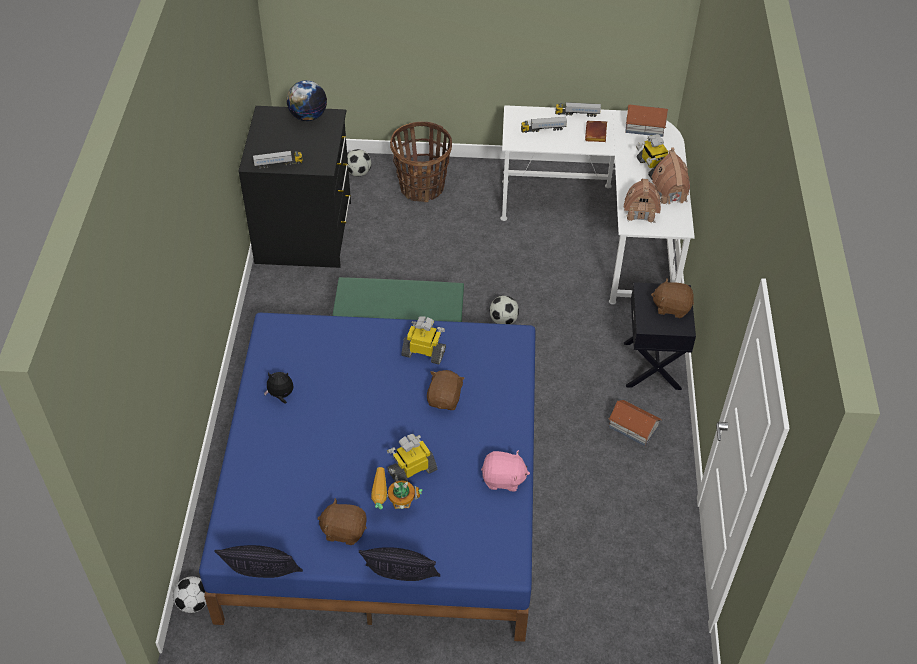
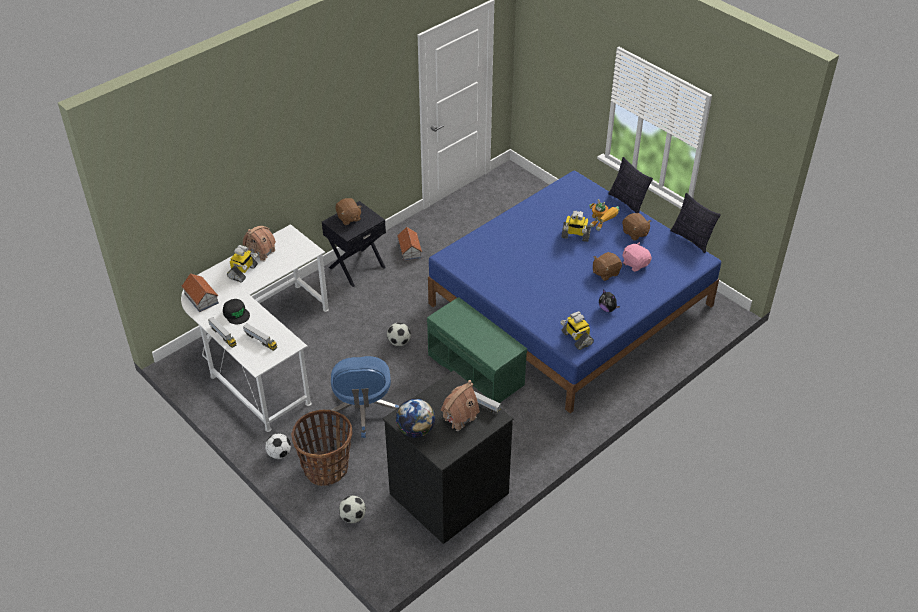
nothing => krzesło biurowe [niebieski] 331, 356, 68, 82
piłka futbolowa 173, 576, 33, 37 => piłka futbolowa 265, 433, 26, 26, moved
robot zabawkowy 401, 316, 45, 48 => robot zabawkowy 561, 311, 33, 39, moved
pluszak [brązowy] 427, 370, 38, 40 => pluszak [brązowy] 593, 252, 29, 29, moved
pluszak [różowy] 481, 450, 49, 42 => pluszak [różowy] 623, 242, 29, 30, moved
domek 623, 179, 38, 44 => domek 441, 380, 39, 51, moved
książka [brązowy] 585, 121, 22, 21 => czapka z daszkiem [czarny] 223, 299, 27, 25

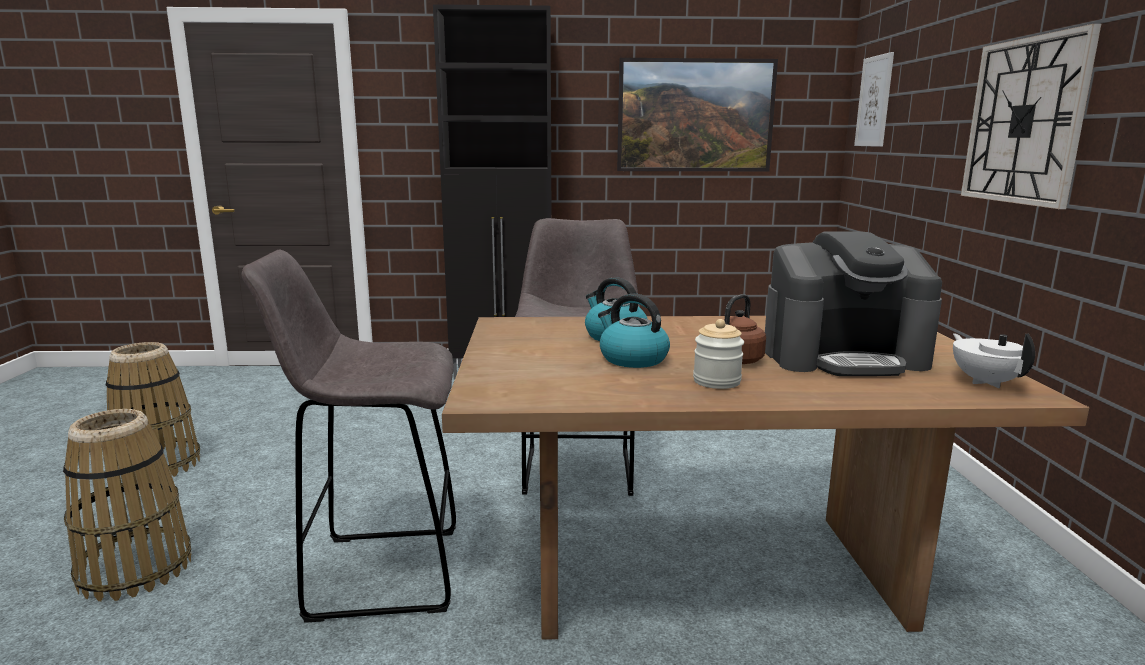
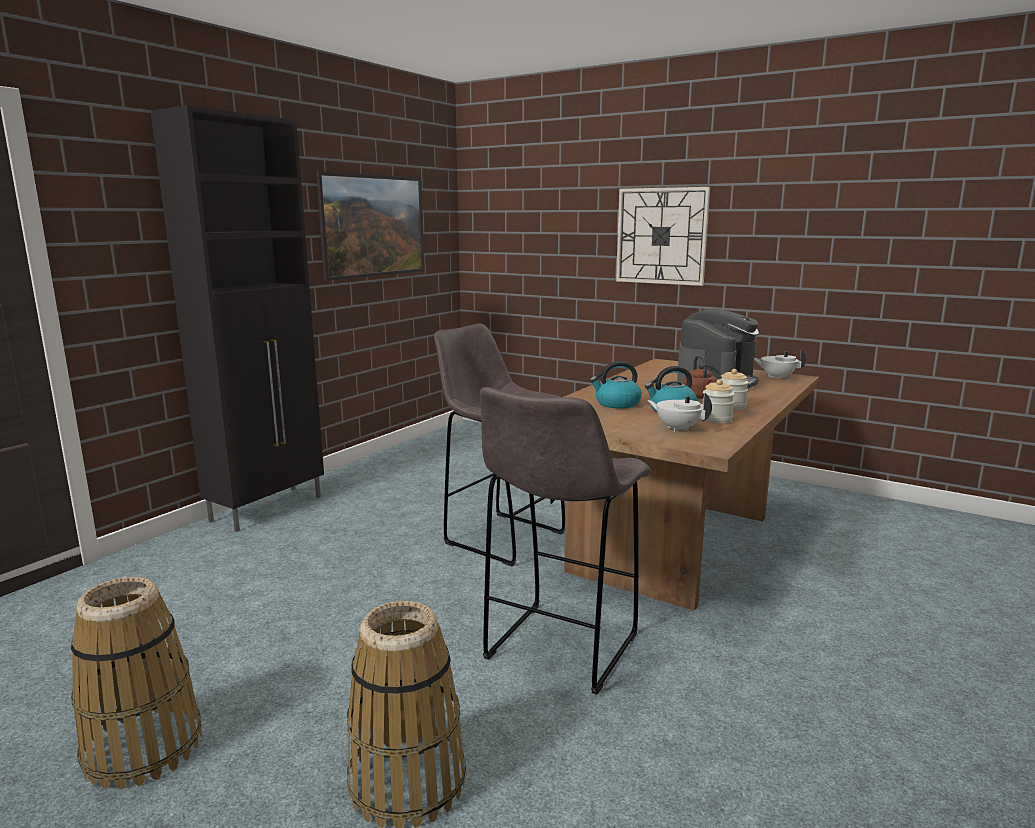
obraz 854, 52, 40, 95 => nothing
nothing => imbryk [biały] 647, 393, 65, 39
nothing => słoik 702, 379, 33, 44

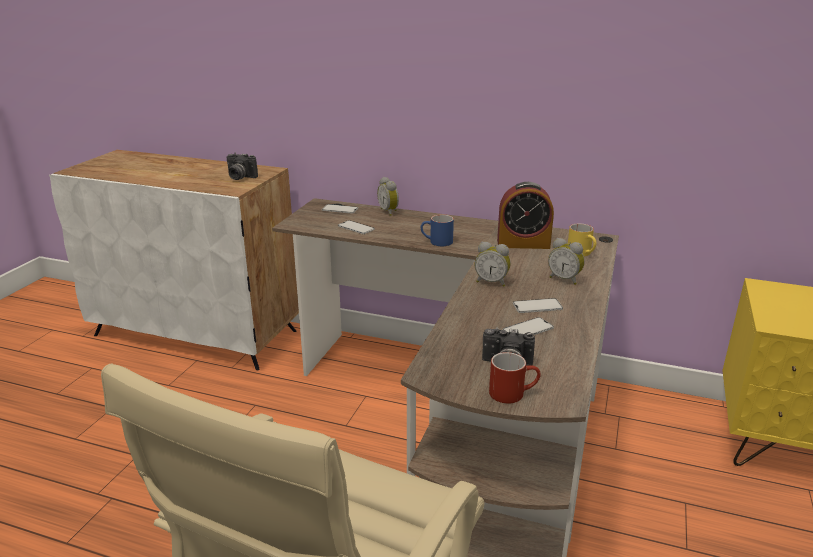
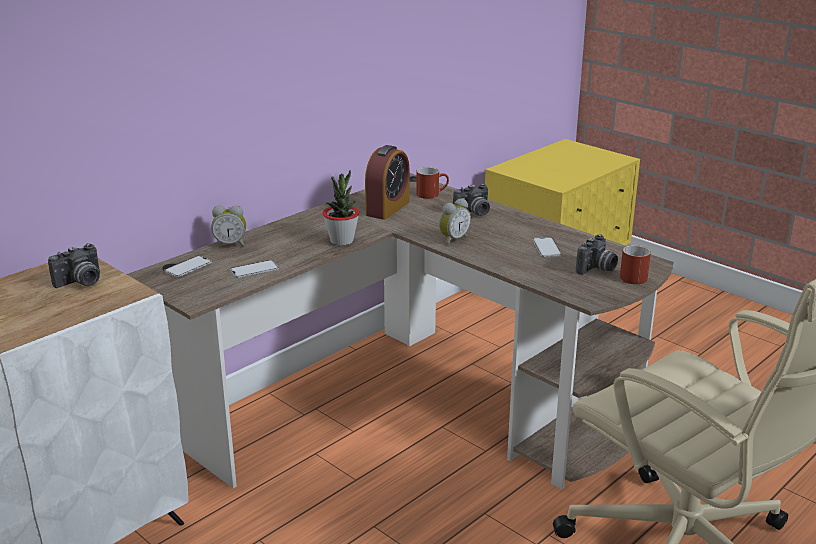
telefon 513, 298, 50, 15 => nothing
kubek [niebieski] 421, 214, 33, 32 => roślina doniczkowa 323, 170, 36, 76
budzik 548, 238, 37, 47 => aparat fotograficzny 453, 184, 37, 32
kubek [żółty] 568, 223, 29, 33 => kubek [czerwony] 416, 167, 33, 32

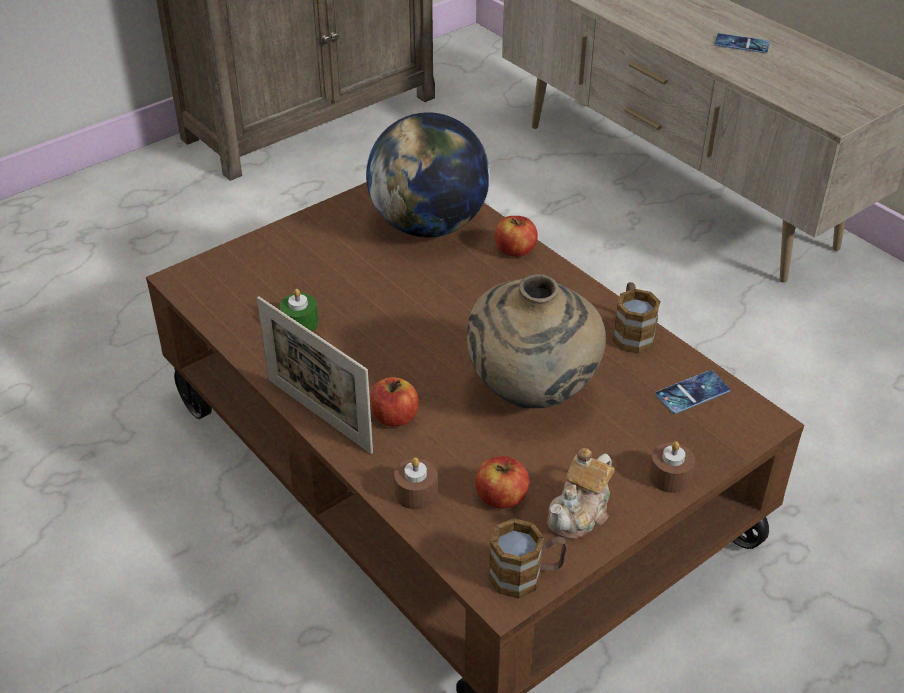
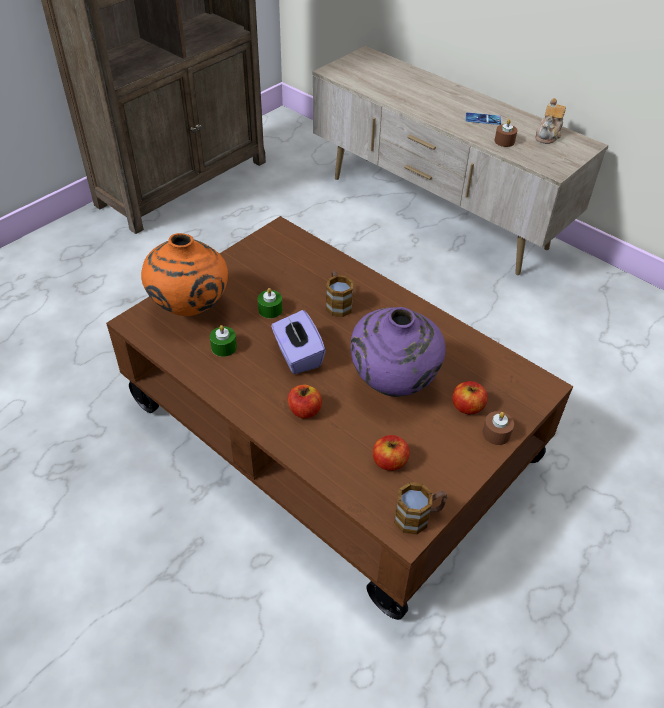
ramka na zdjęcie 257, 296, 116, 158 => nothing
globus 366, 112, 124, 126 => nothing
telefon 655, 370, 76, 44 => nothing
nothing => wazon [pomarańczowy] 141, 233, 87, 83
nothing => świeca [zielony] 257, 288, 25, 30
nothing => pudełko chusteczek [fioletowy] 271, 310, 55, 64
świeca [brązowy] 394, 457, 44, 53 => świeca [brązowy] 494, 119, 23, 28, moved
jabłko 495, 216, 43, 41 => jabłko 452, 381, 35, 33, moved
imbryk 547, 448, 67, 91 => imbryk 535, 98, 31, 46, moved
kubek 613, 282, 48, 72 => kubek 326, 271, 28, 46, moved
wazon [beżowy] 467, 274, 139, 135 => wazon [fioletowy] 351, 307, 95, 90

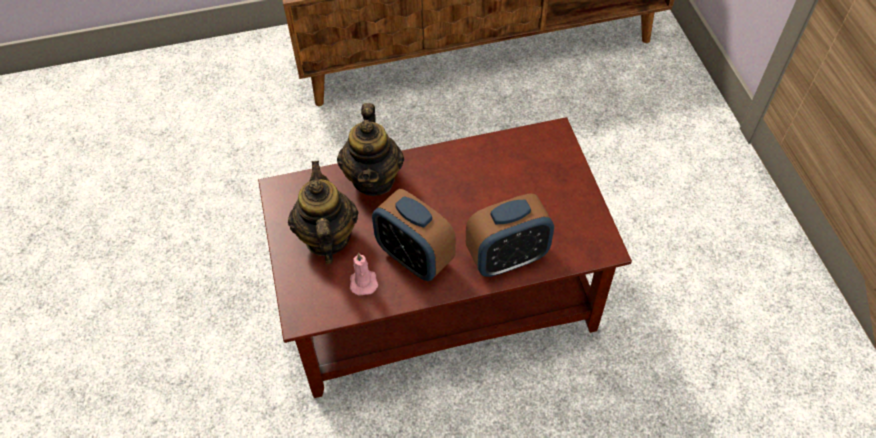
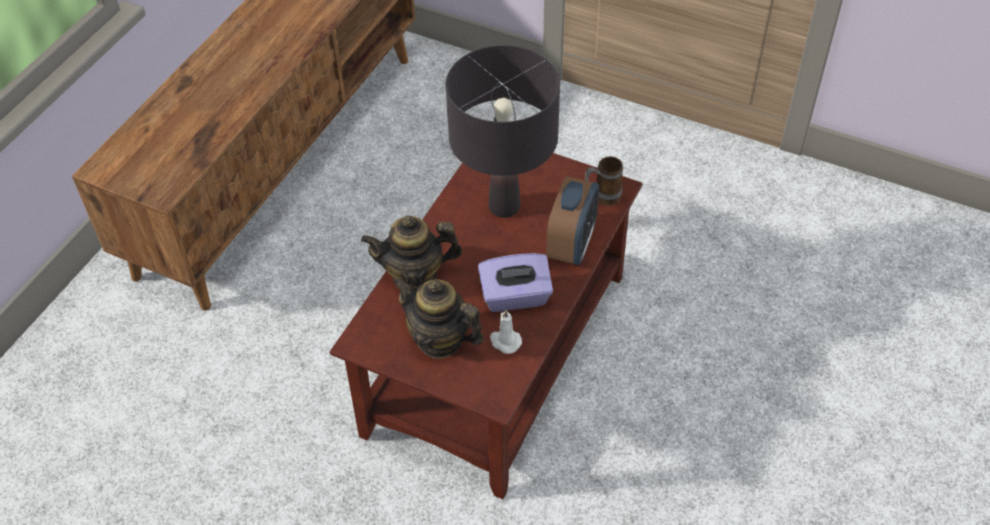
nothing => lampa stołowa [czarny] 446, 45, 114, 173
nothing => kubek 585, 156, 38, 50
budzik 372, 189, 84, 92 => pudełko chusteczek [fioletowy] 478, 253, 75, 59
świeca [różowy] 350, 253, 28, 43 => świeca [biały] 490, 309, 32, 45
imbryk 337, 103, 67, 93 => imbryk 361, 216, 102, 76, 135 degrees clockwise

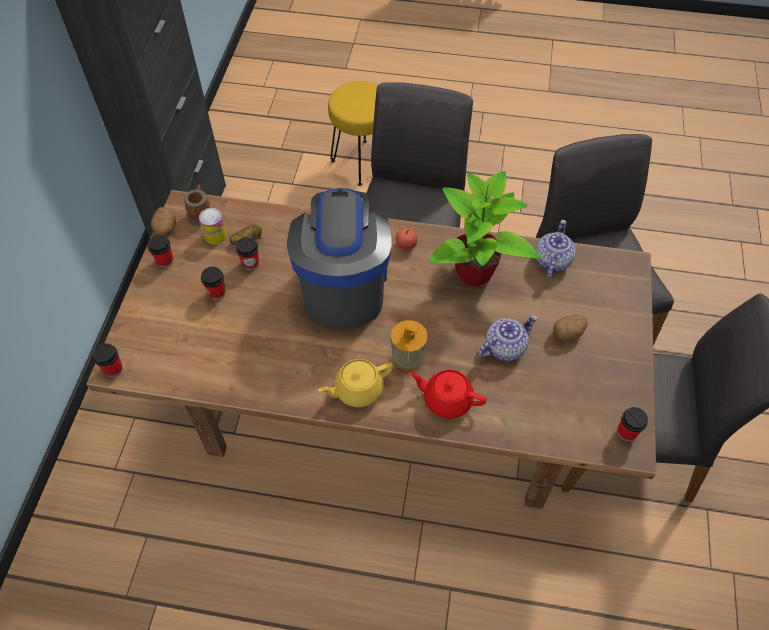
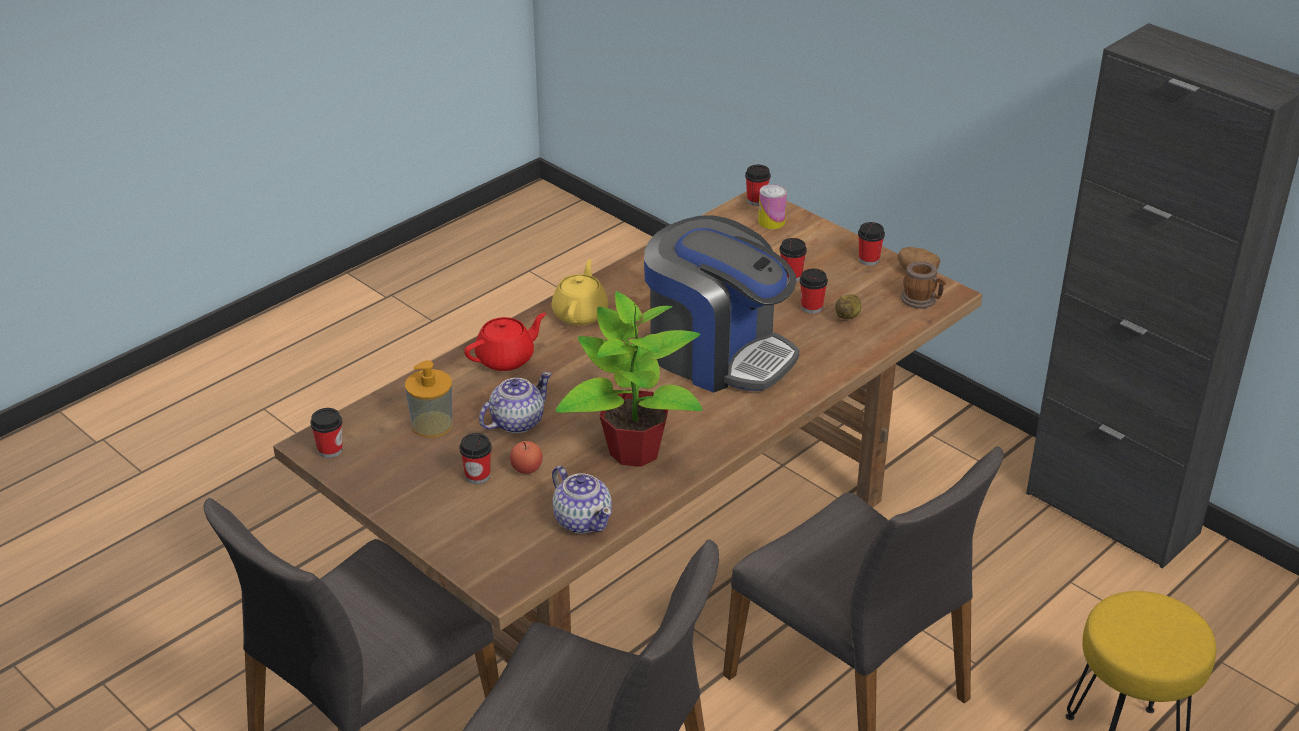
puszka 199, 208, 28, 37 => puszka 758, 184, 29, 45, moved
dozownik mydła 391, 320, 37, 51 => dozownik mydła 405, 361, 48, 77, moved
jabłko 396, 228, 21, 22 => jabłko 510, 441, 33, 33, moved
ziemniak 553, 314, 35, 27 => filiżanka 460, 433, 32, 51
imbryk 478, 315, 60, 46 => imbryk 479, 372, 73, 61, 135 degrees counterclockwise

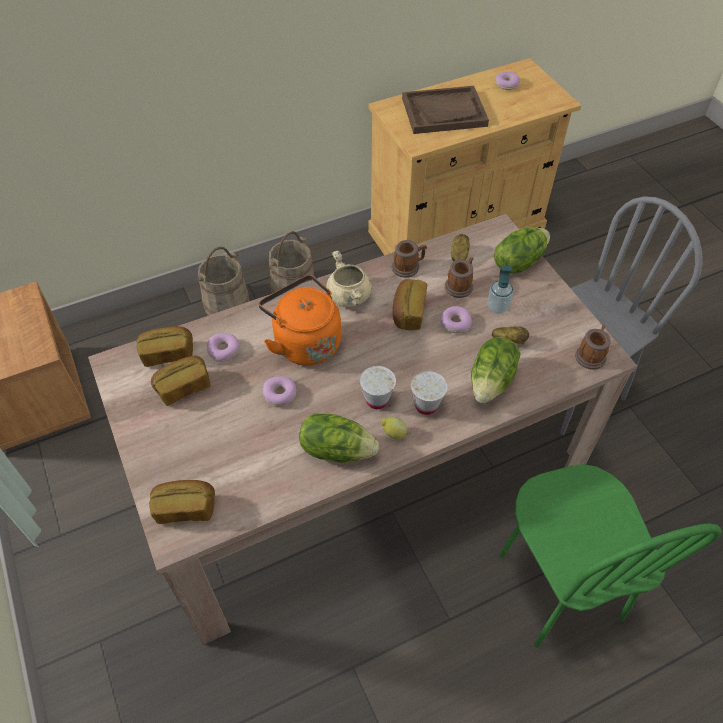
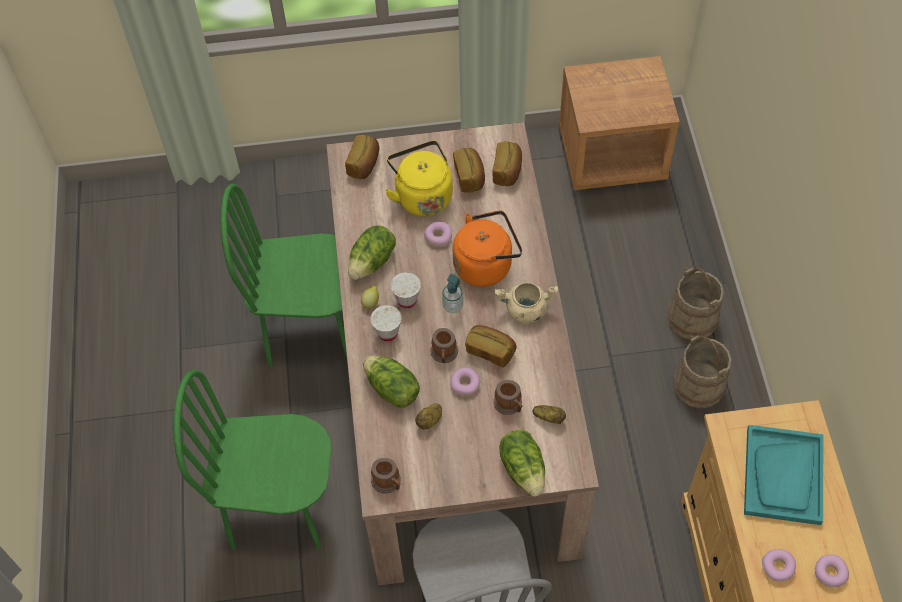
nothing => krzesło [zielony] 220, 183, 127, 185
nothing => czajnik [żółty] 385, 141, 68, 75
donut 207, 333, 33, 29 => donut 762, 549, 34, 33, moved
kubek 392, 240, 35, 38 => kubek 431, 328, 27, 35, moved
dozownik mydła 488, 265, 25, 49 => dozownik mydła 442, 274, 22, 40, moved
taca [brązowy] 402, 86, 87, 48 => taca [turkusowy] 744, 425, 79, 100

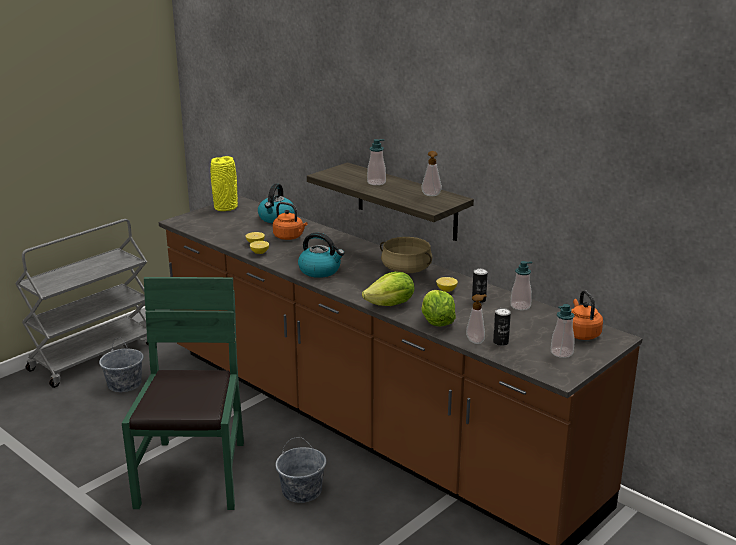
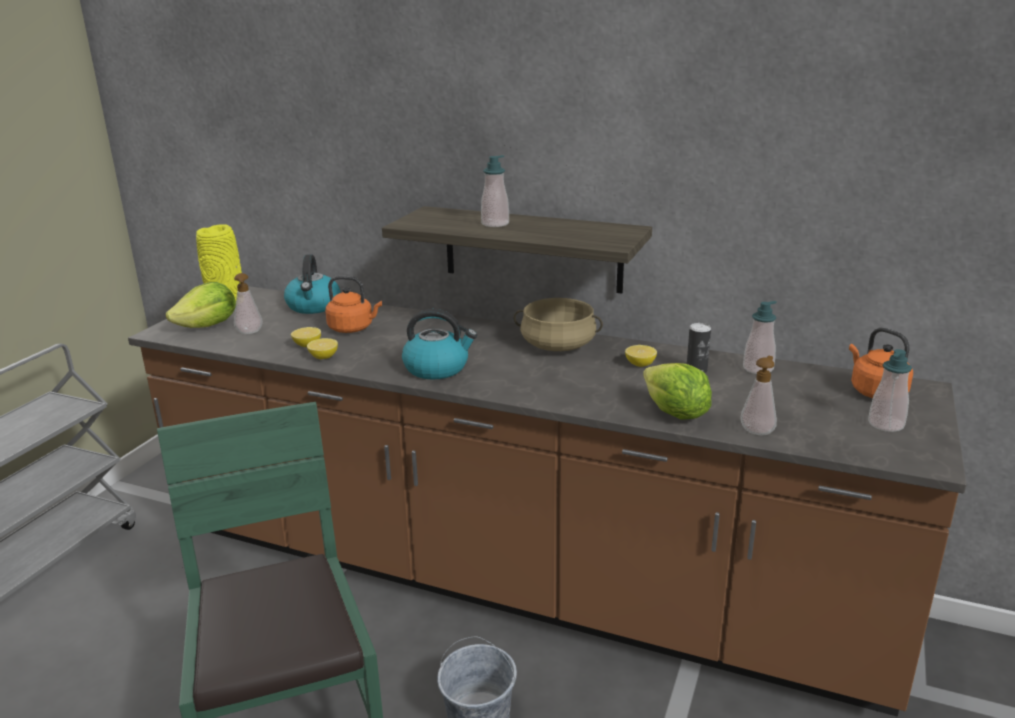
wiadro [szary] 99, 337, 45, 55 => nothing
puszka 493, 308, 18, 38 => nothing
sałata 362, 272, 52, 34 => sałata 166, 282, 70, 46, moved
dozownik mydła 421, 151, 21, 45 => dozownik mydła 234, 273, 29, 61, moved

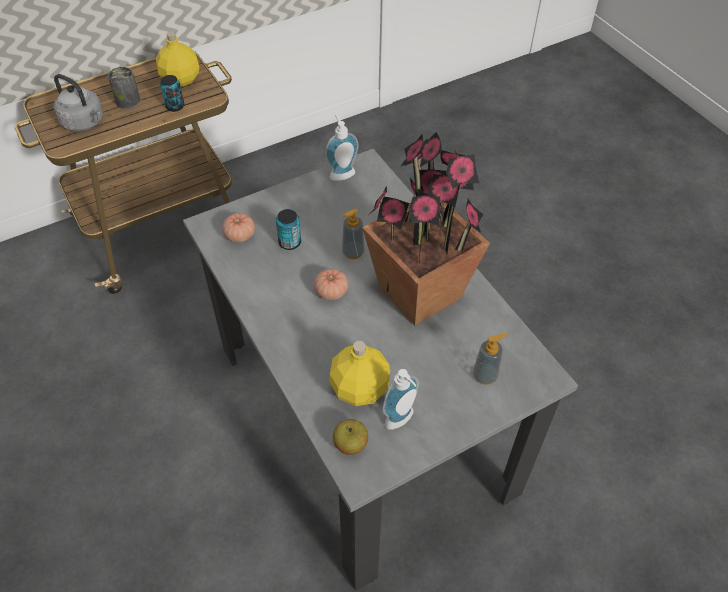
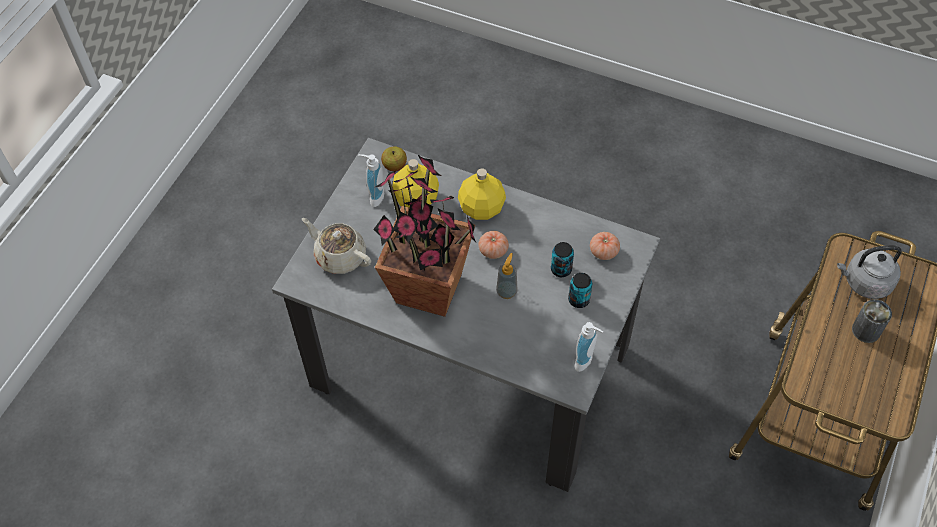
butelka [żółty] 156, 31, 43, 56 => butelka [żółty] 458, 169, 48, 51, moved
puszka 160, 75, 24, 37 => puszka 568, 273, 24, 35, moved
dozownik mydła 473, 333, 34, 52 => imbryk [beżowy] 302, 218, 69, 56

